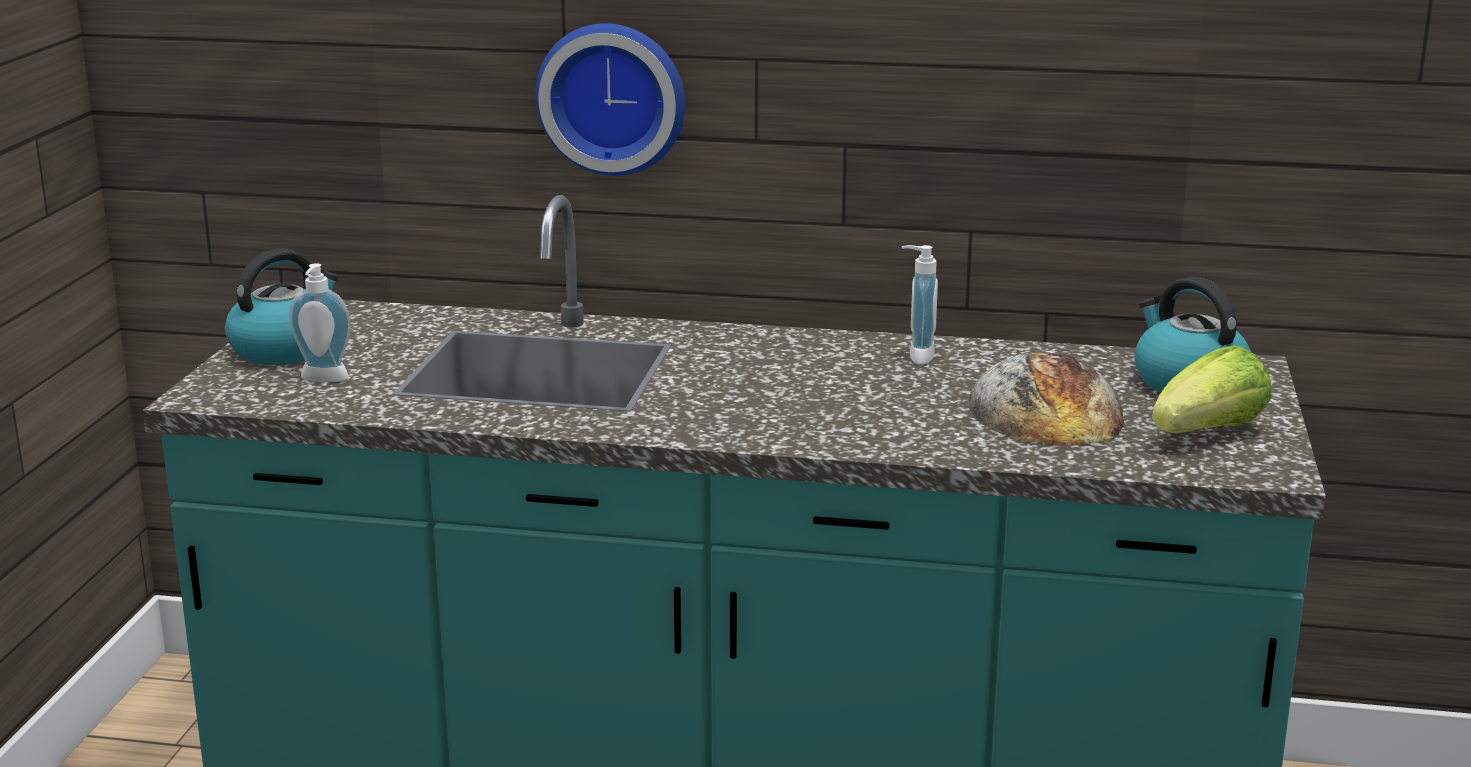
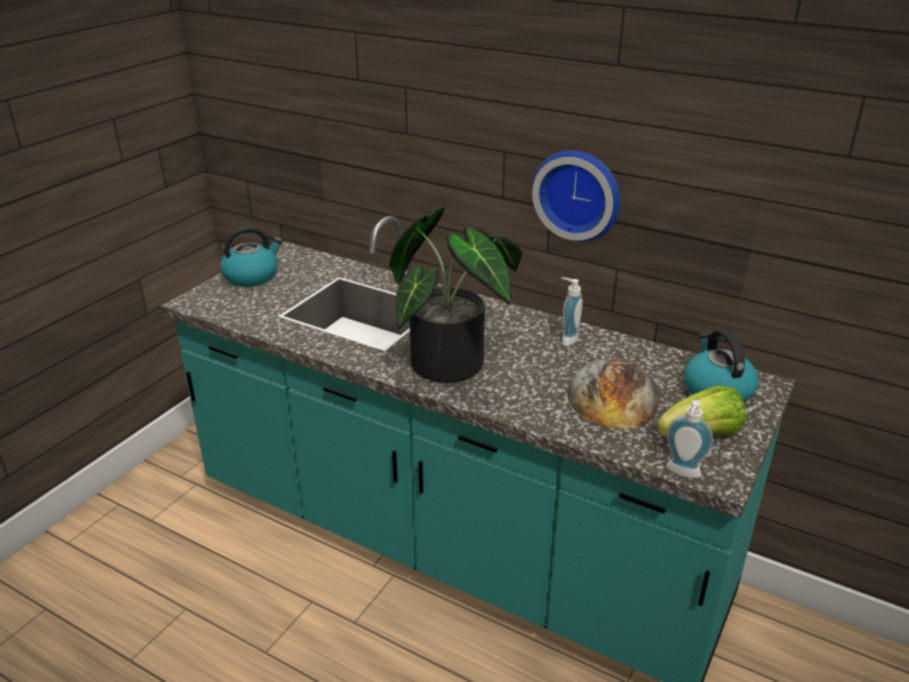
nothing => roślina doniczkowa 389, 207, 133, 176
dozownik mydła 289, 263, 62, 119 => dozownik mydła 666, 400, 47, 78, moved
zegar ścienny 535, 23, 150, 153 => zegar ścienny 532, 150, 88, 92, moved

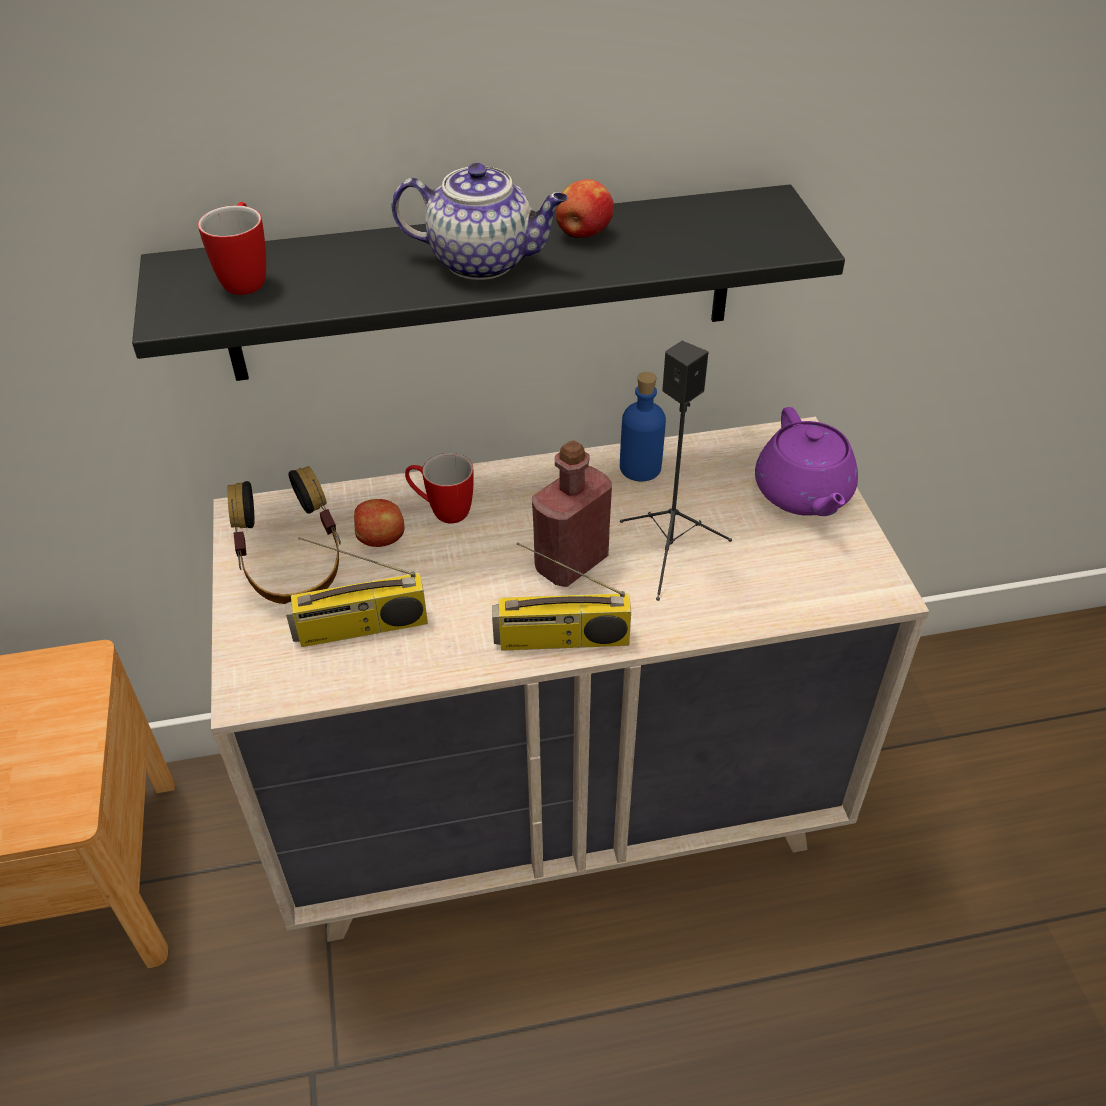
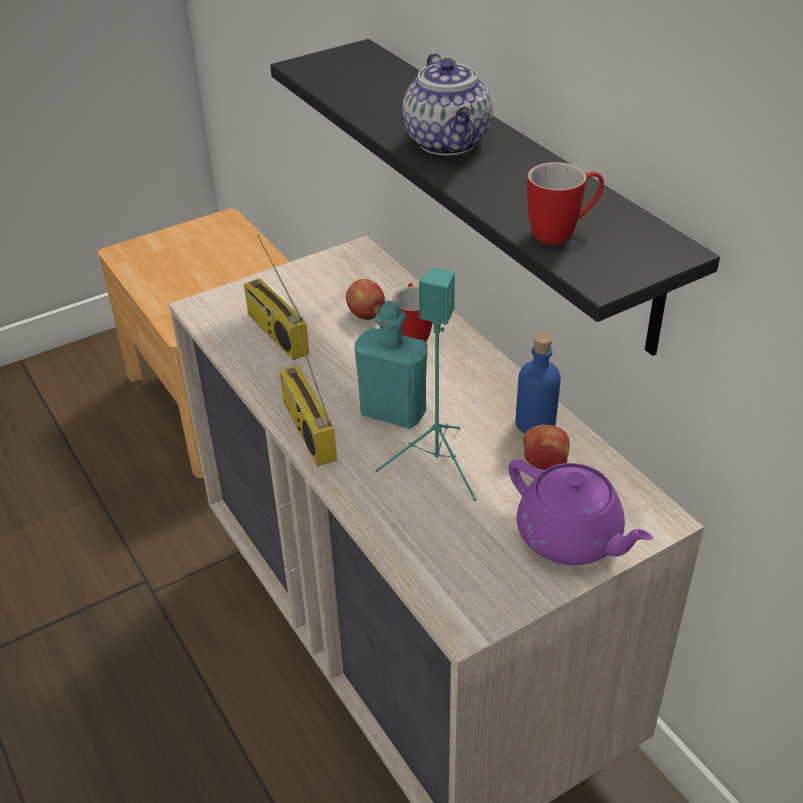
słuchawki 227, 466, 114, 138 => nothing
kubek 198, 202, 68, 93 => kubek 527, 162, 77, 83, moved
jabłko 555, 179, 59, 59 => jabłko 524, 424, 46, 46, moved
butelka [czerwony] 532, 440, 80, 147 => butelka [turkusowy] 355, 300, 73, 129
głośnik [czarny] 620, 341, 112, 260 => głośnik [turkusowy] 376, 267, 100, 234
imbryk [fioletowy] 755, 407, 103, 109 => imbryk [fioletowy] 508, 459, 145, 106, 105 degrees counterclockwise

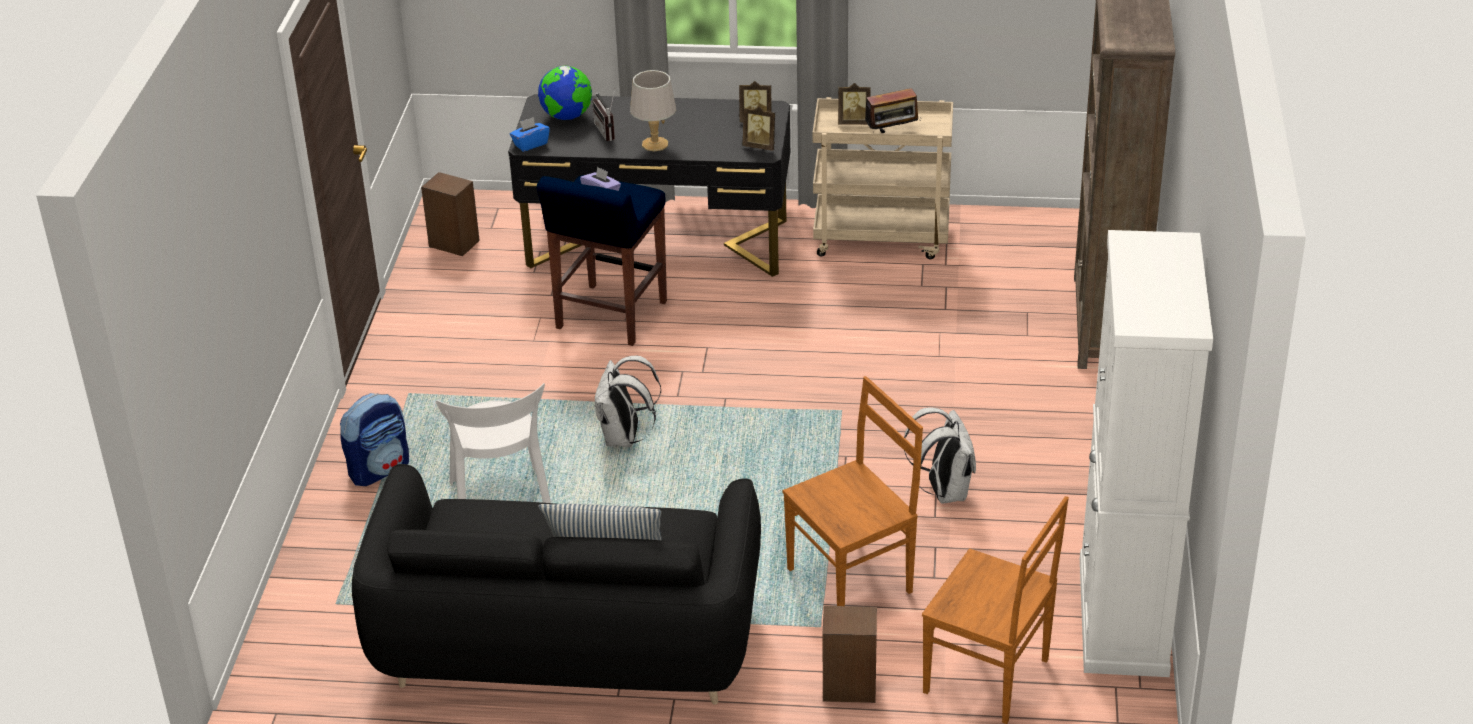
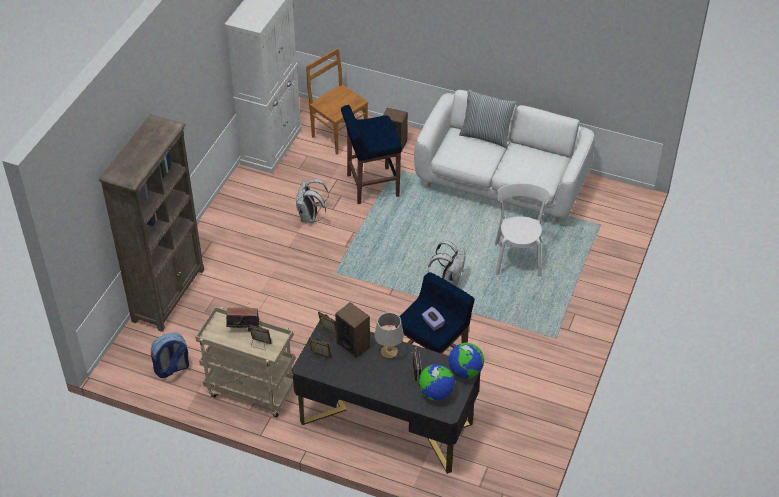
plecak 340, 393, 69, 93 => plecak 151, 332, 38, 46, moved
głośnik 421, 172, 59, 84 => głośnik 335, 302, 35, 56, moved
pudełko chusteczek [niebieski] 510, 117, 40, 35 => globus 448, 343, 36, 36
krzesło [brązowy] 783, 376, 140, 230 => stołek [niebieski] 341, 105, 61, 99
kanapa [czarny] 352, 464, 409, 241 => kanapa [biały] 414, 90, 181, 133

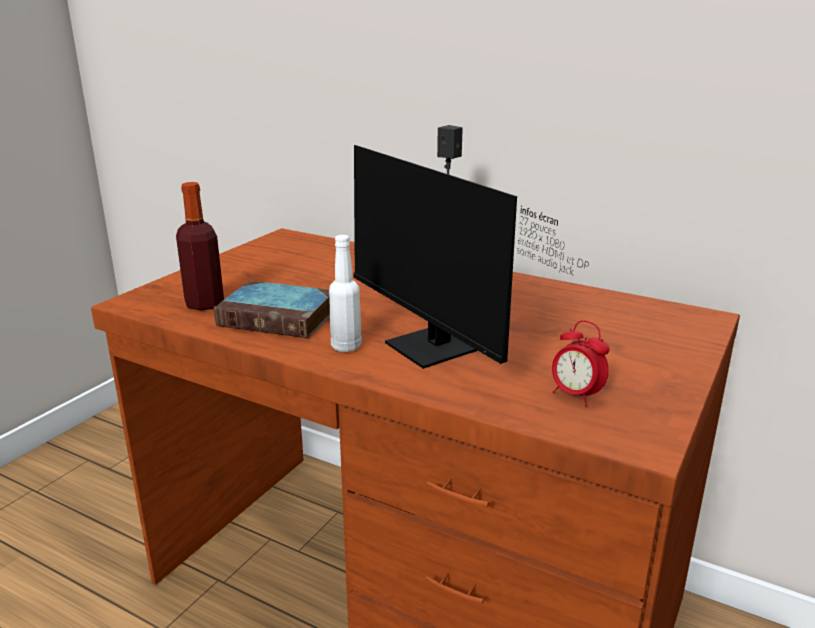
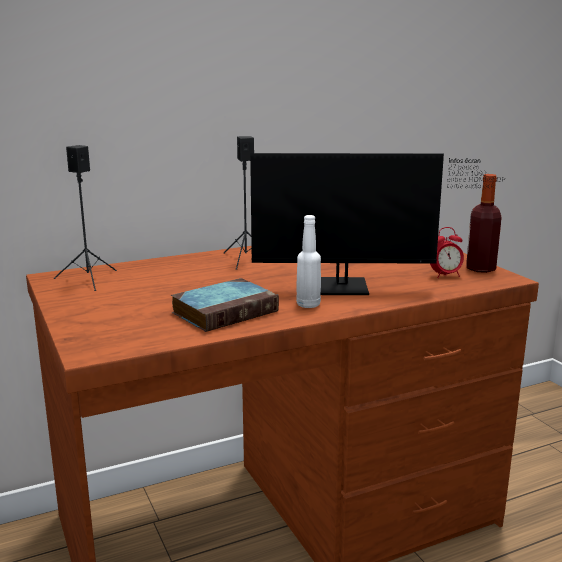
nothing => głośnik [czarny] 54, 145, 63, 146
butelka 176, 182, 48, 128 => butelka 466, 174, 36, 99, moved

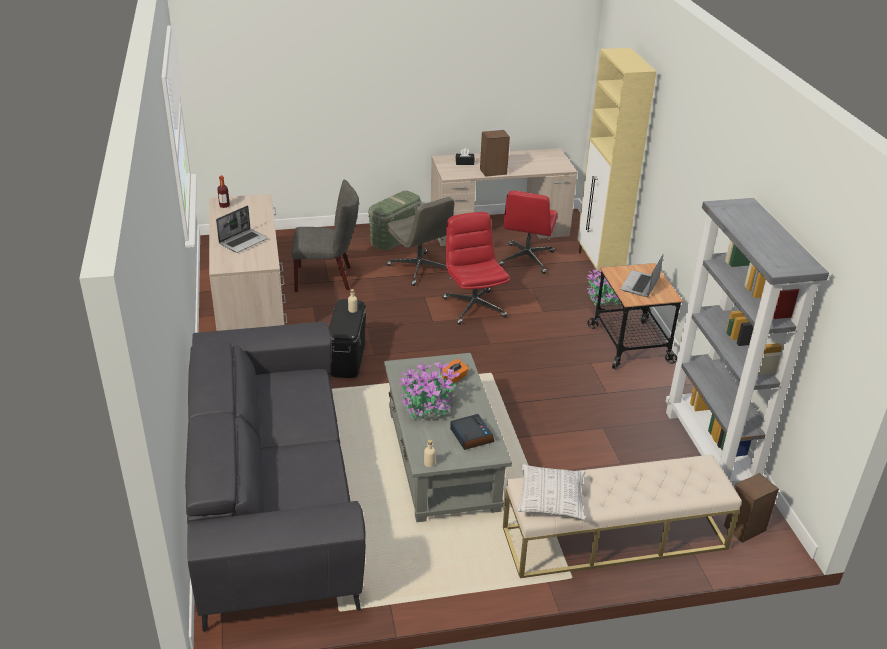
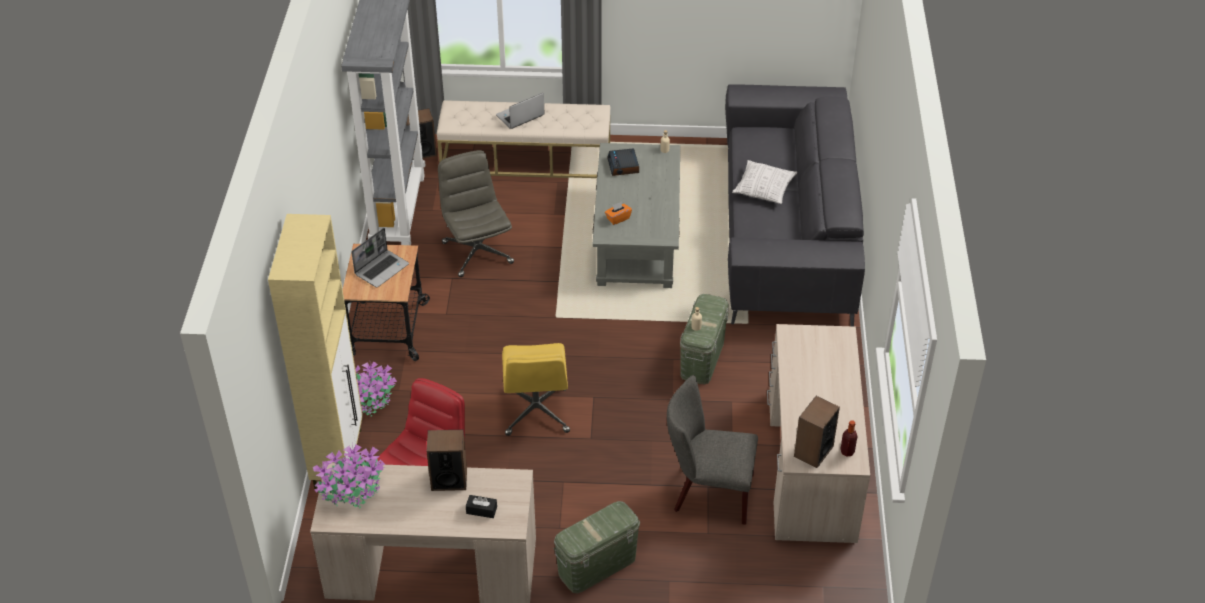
nothing => głośnik 794, 396, 46, 72
laptop 216, 206, 52, 47 => laptop 496, 93, 48, 36, moved
krzesło biurowe [szary] 386, 197, 68, 89 => krzesło biurowe [szary] 438, 150, 76, 127, moved
roślina doniczkowa 398, 359, 62, 61 => roślina doniczkowa 313, 444, 72, 64, moved
poduszka 516, 464, 69, 56 => poduszka 732, 160, 65, 44, moved
pojemnik do przechowywania [czarny] 329, 299, 37, 79 => pojemnik do przechowywania [zielony] 680, 294, 49, 90
krzesło biurowe [czerwony] 442, 212, 68, 113 => krzesło biurowe [żółty] 502, 343, 68, 93

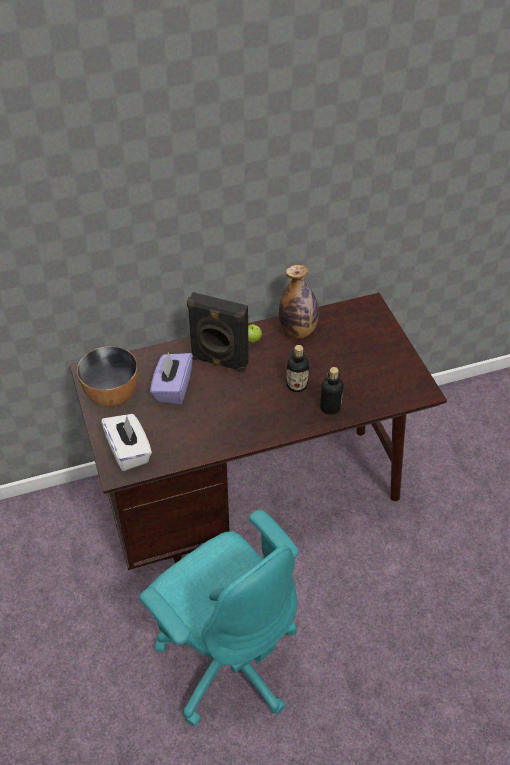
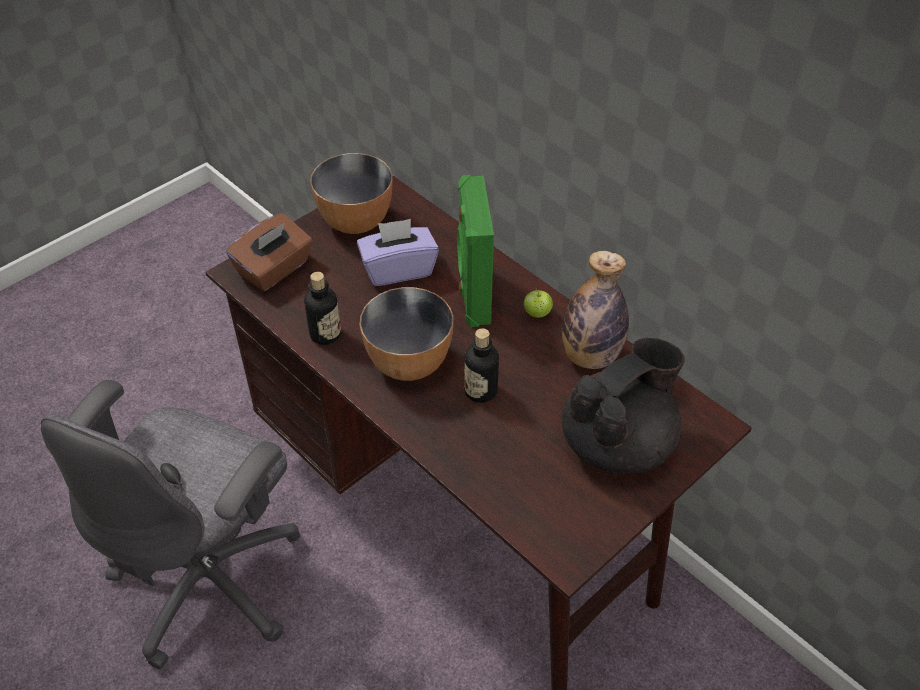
nothing => miska 360, 287, 93, 94
nothing => imbryk [czarny] 562, 338, 123, 136
butelka 320, 367, 24, 48 => butelka 304, 272, 37, 73, moved
pudełko chusteczek [biały] 101, 414, 51, 57 => pudełko chusteczek [brązowy] 227, 213, 85, 78
krzesło biurowe [turkusowy] 139, 509, 160, 217 => krzesło biurowe [szary] 41, 380, 259, 289
głośnik [czarny] 187, 292, 62, 80 => głośnik [zielony] 457, 175, 37, 152

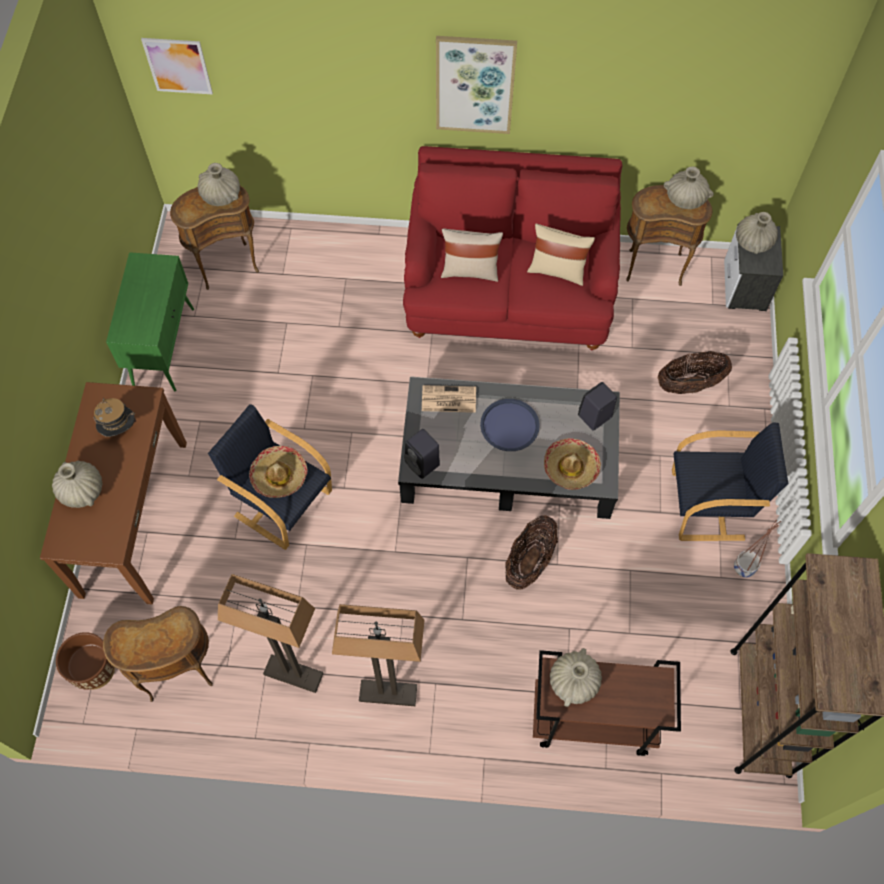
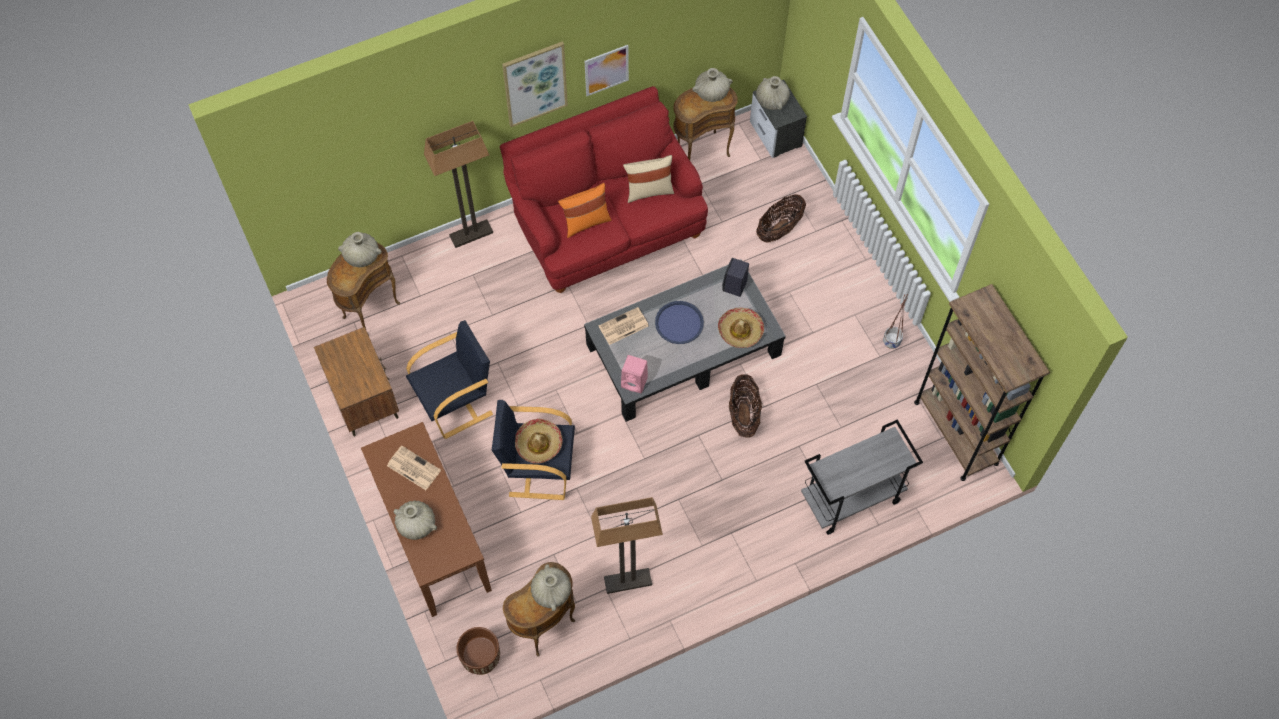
obraz 141, 38, 72, 56 => obraz 585, 45, 44, 51, moved
lampa stojąca 332, 604, 92, 102 => lampa stojąca 424, 121, 69, 127, moved
wazon [beżowy] 550, 648, 52, 59 => wazon [beżowy] 531, 564, 40, 47, moved
fotel [czarny] 672, 423, 116, 118 => fotel [czarny] 406, 320, 87, 119, moved
kapelusz 94, 397, 42, 40 => gazeta 387, 446, 54, 44
szafka [zielony] 106, 252, 88, 140 => szafka nocna [brązowy] 314, 327, 85, 110
głośnik [czarny] 404, 429, 36, 50 => głośnik [różowy] 621, 355, 27, 38
poduszka [beżowy] 441, 228, 62, 54 => poduszka [pomarańczowy] 558, 183, 54, 55
wózek [brązowy] 533, 650, 148, 106 => wózek [szary] 801, 420, 122, 115

